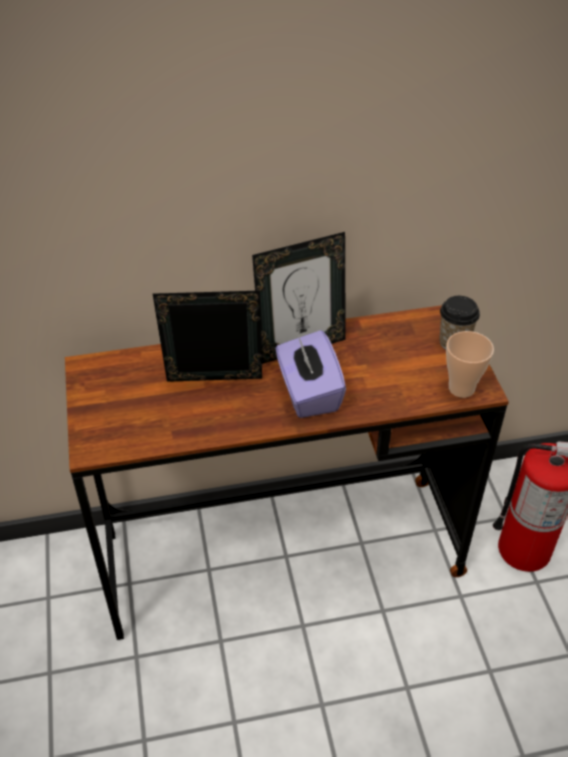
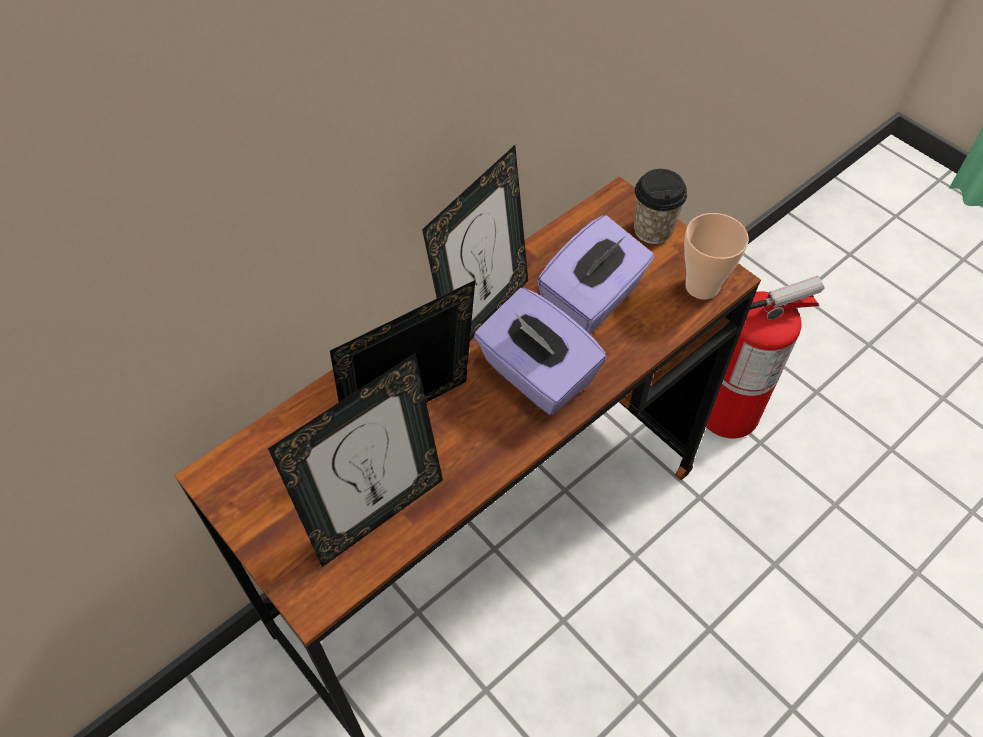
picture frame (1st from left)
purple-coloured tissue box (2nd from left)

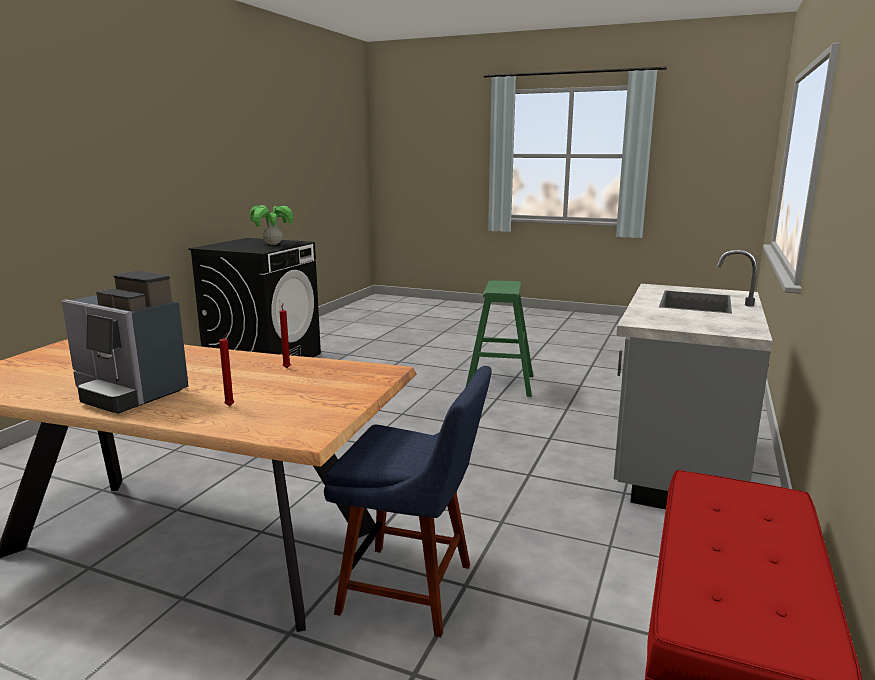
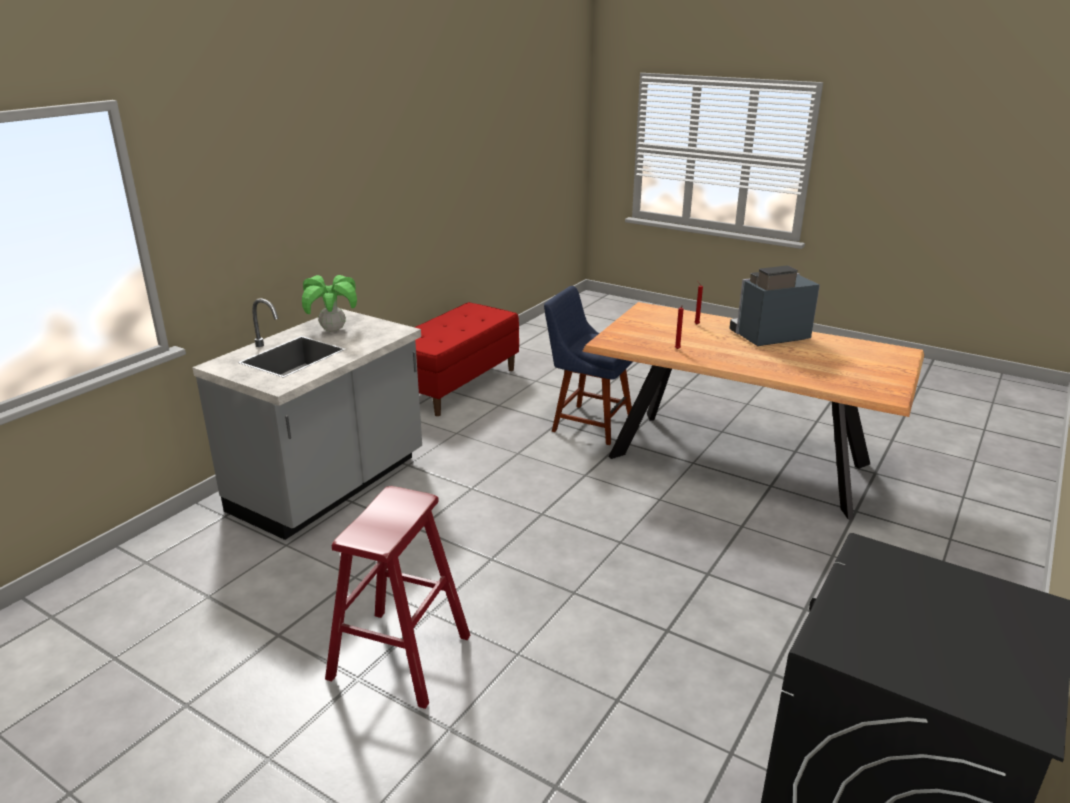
houseplant
reddish sitting stool
coffee maker

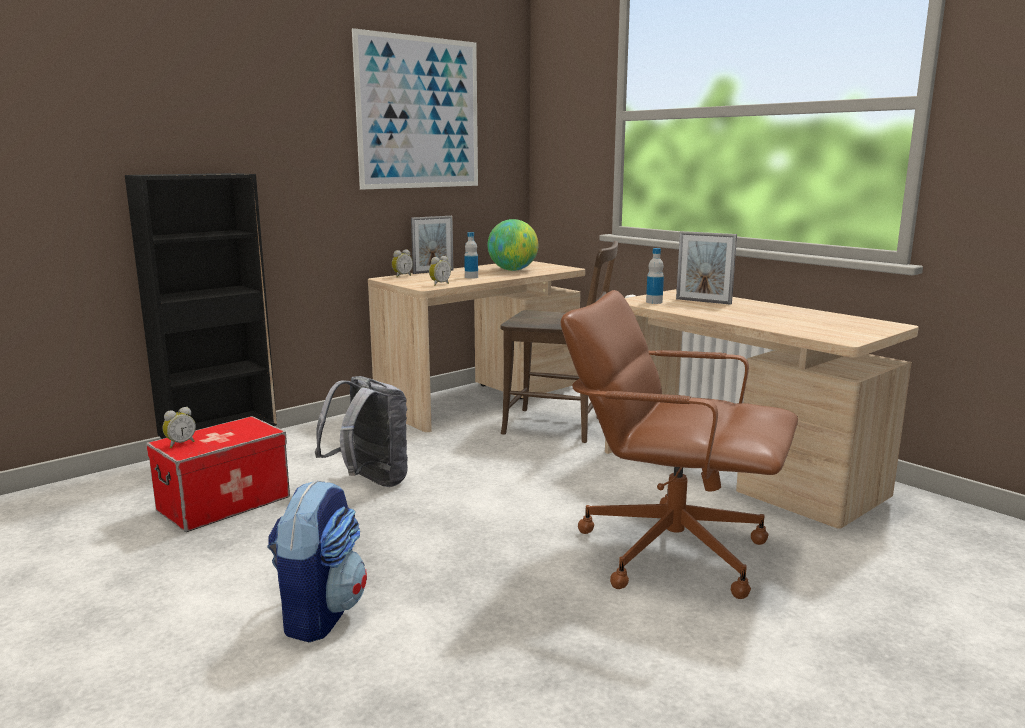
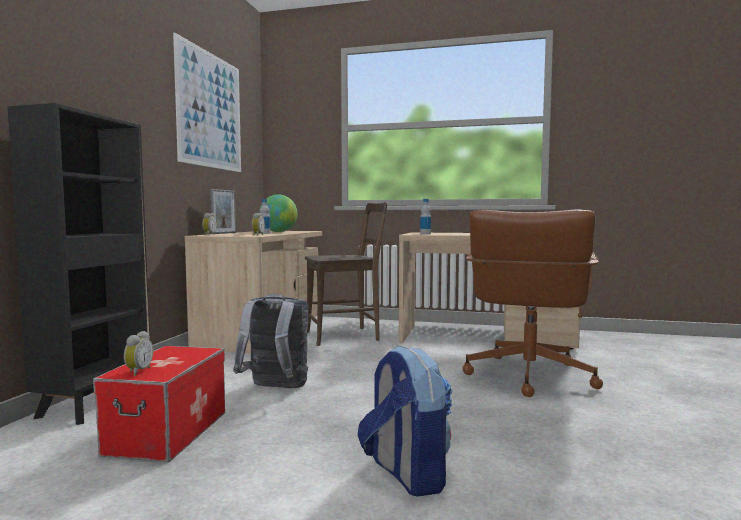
brownish desk chair
picture frame (2nd from left in the first image)

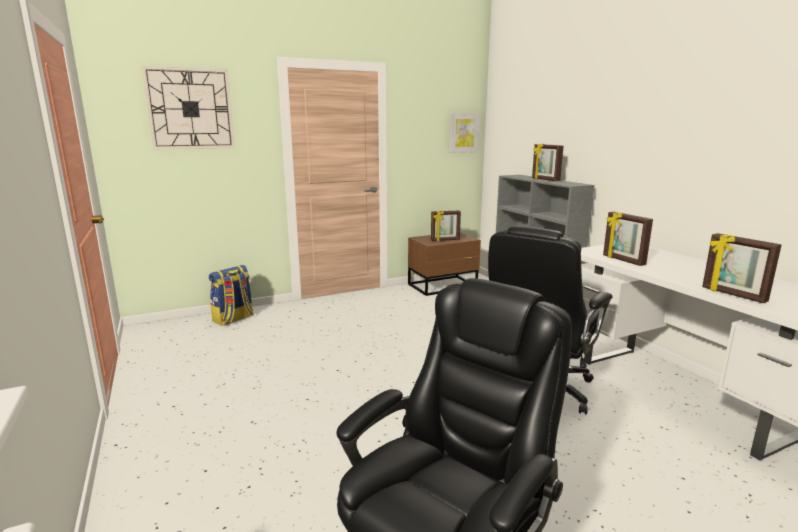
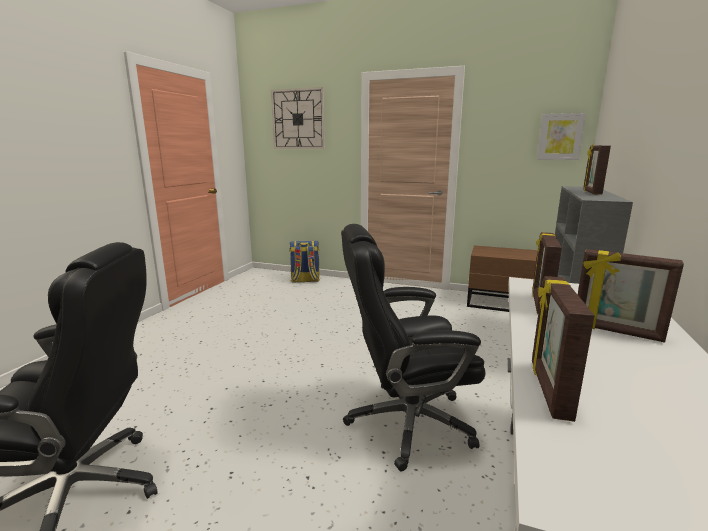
picture frame (4th from left)

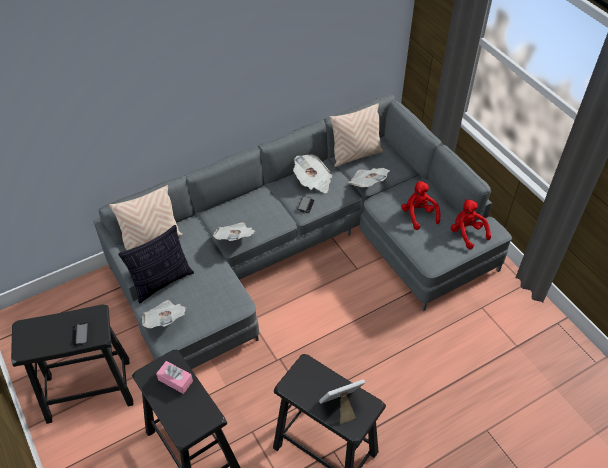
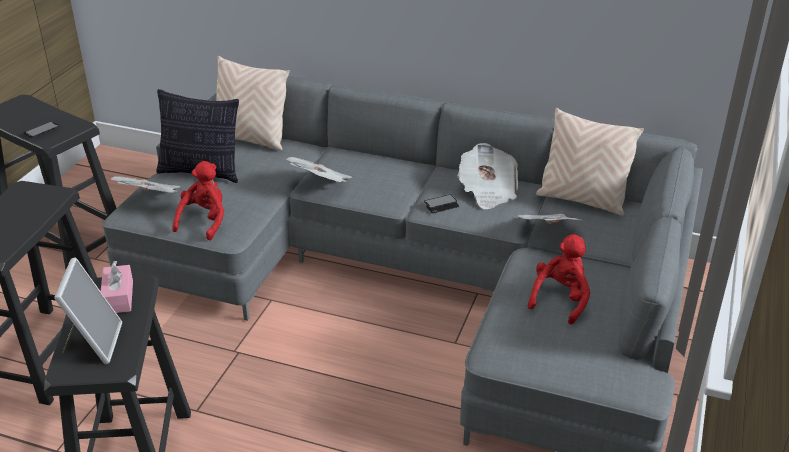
picture frame
pinkish tissue box
reddish soft toy (1st from left)

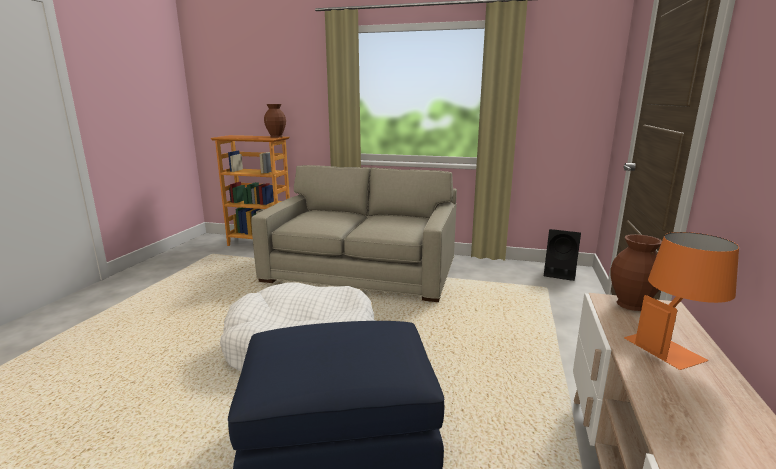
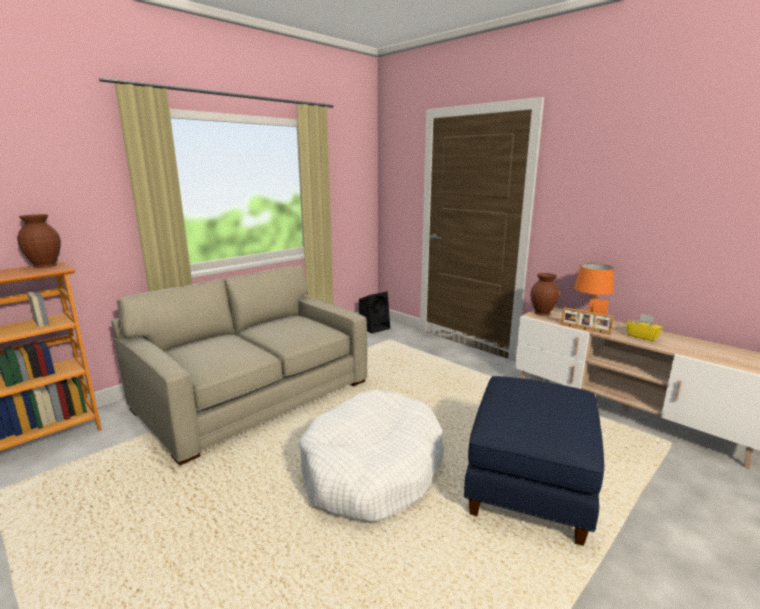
picture frame
yellow tissue box

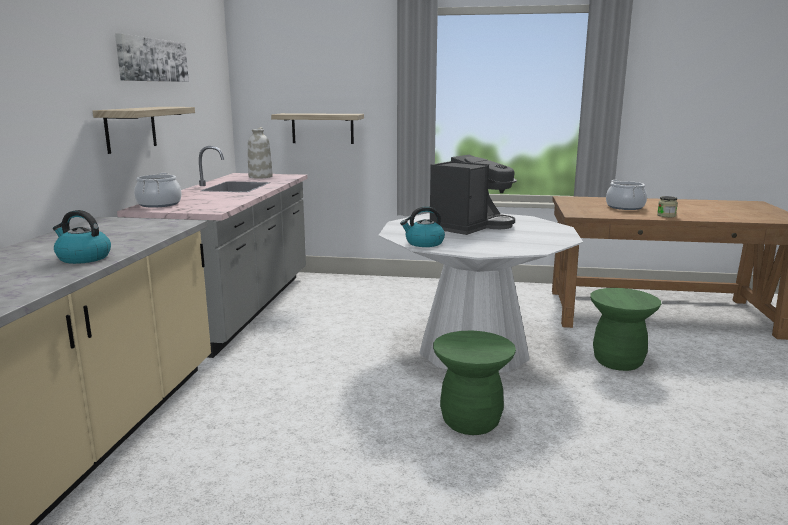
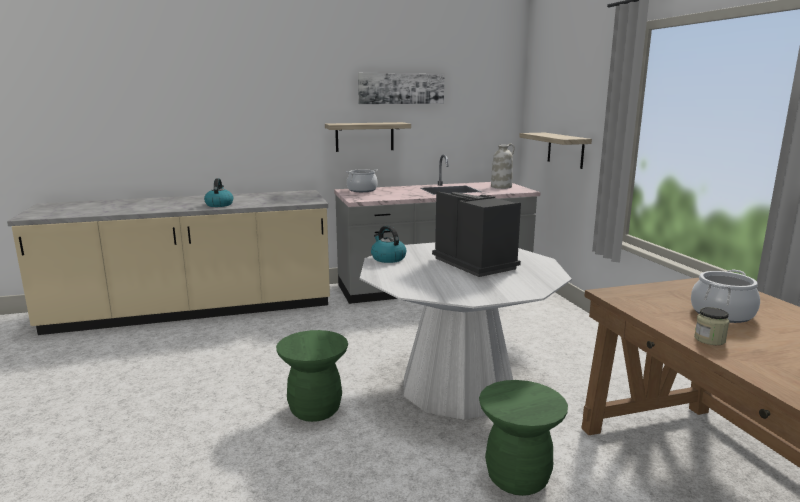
coffee maker

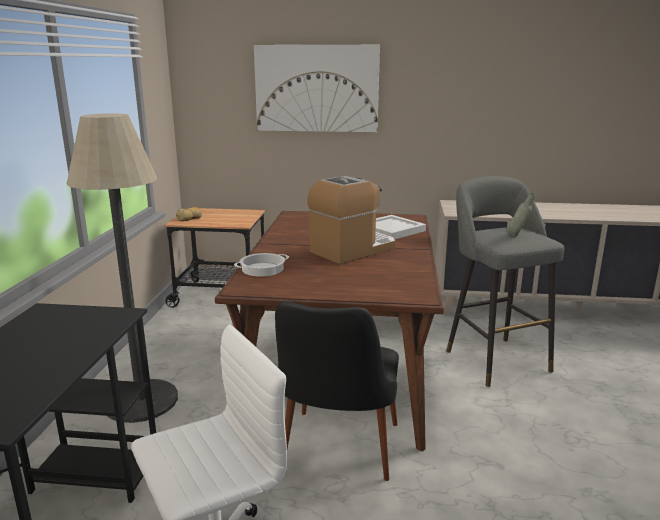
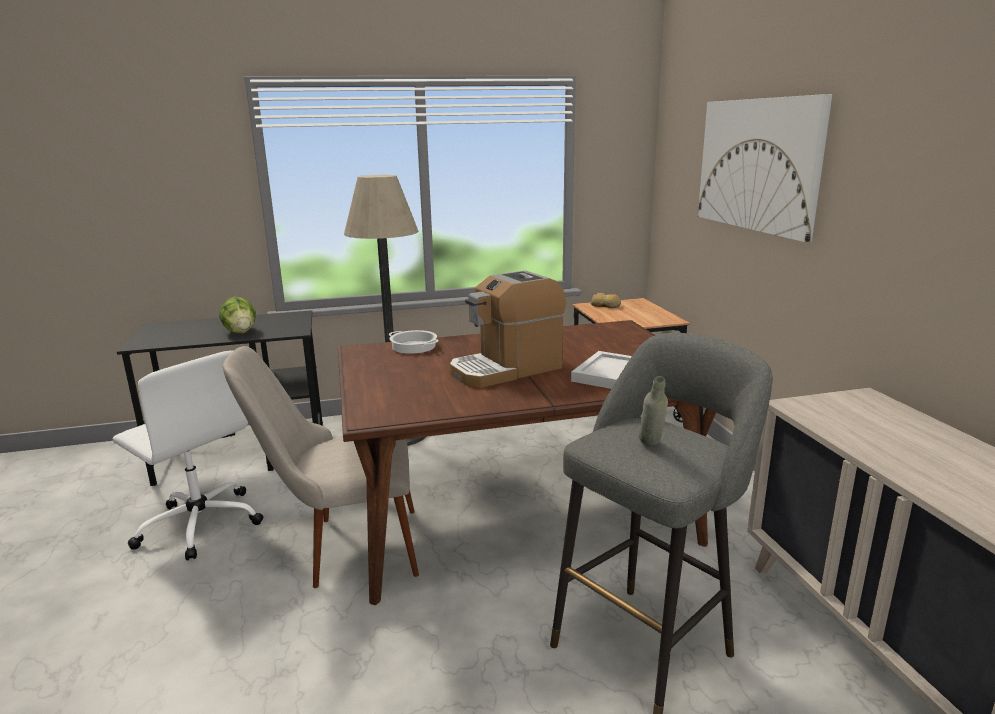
head of lettuce
sand-coloured chair
coffee maker

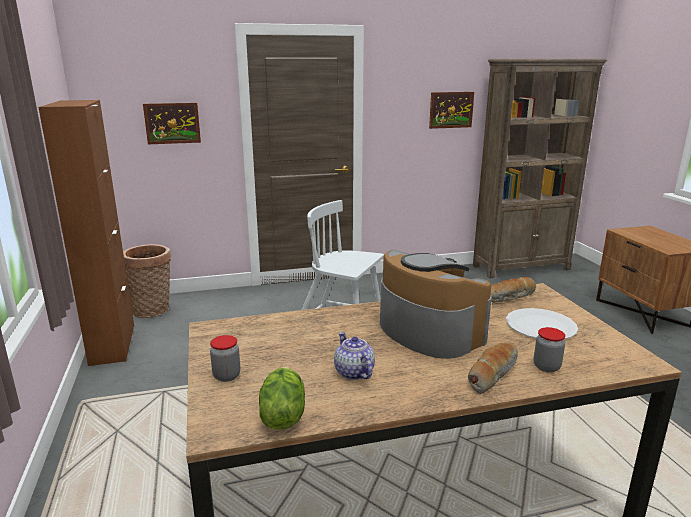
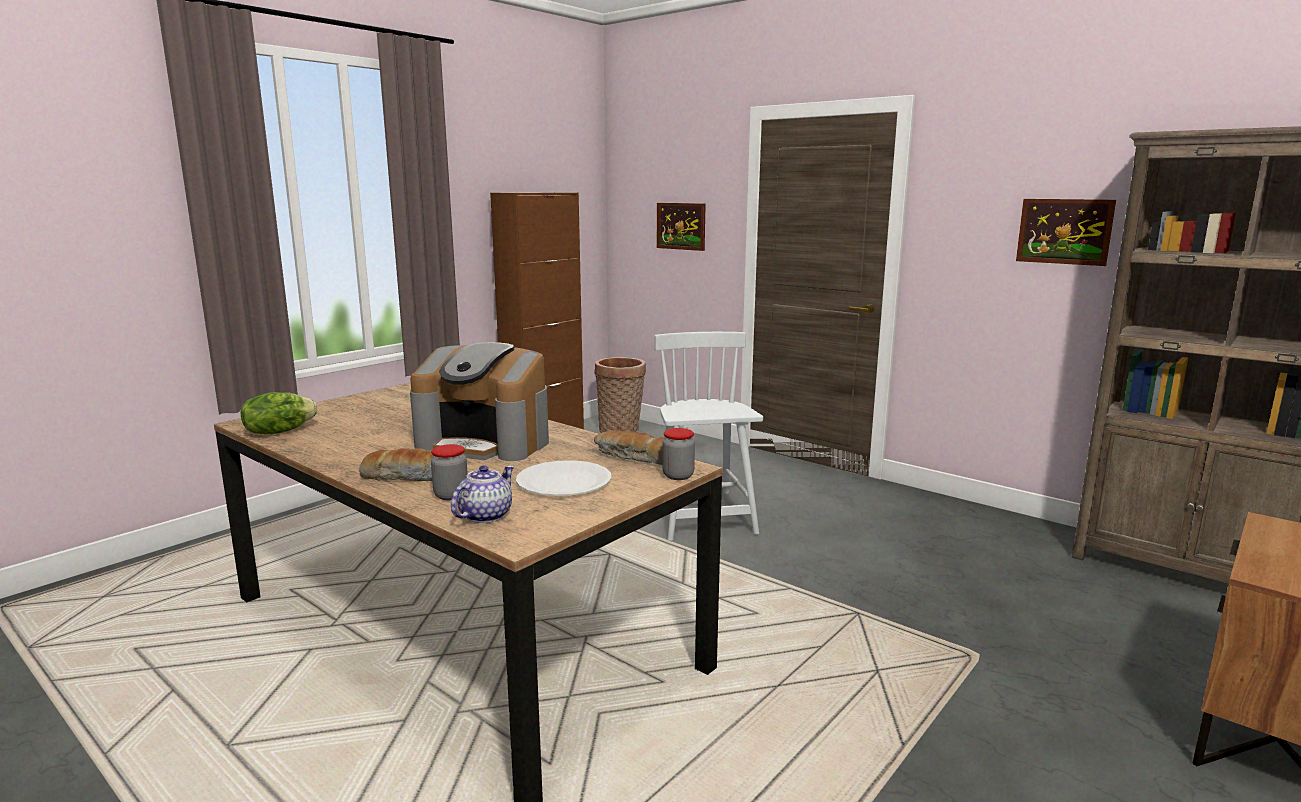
coffee maker
pot for tea
preserve jar (2nd from left)

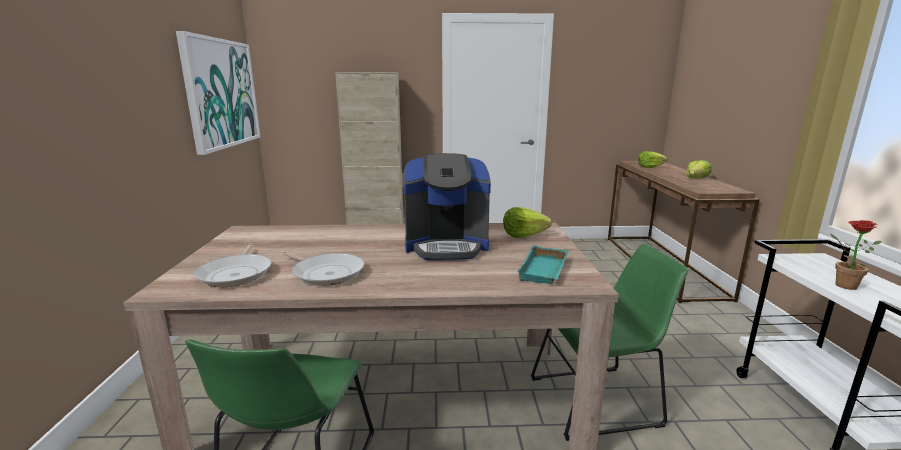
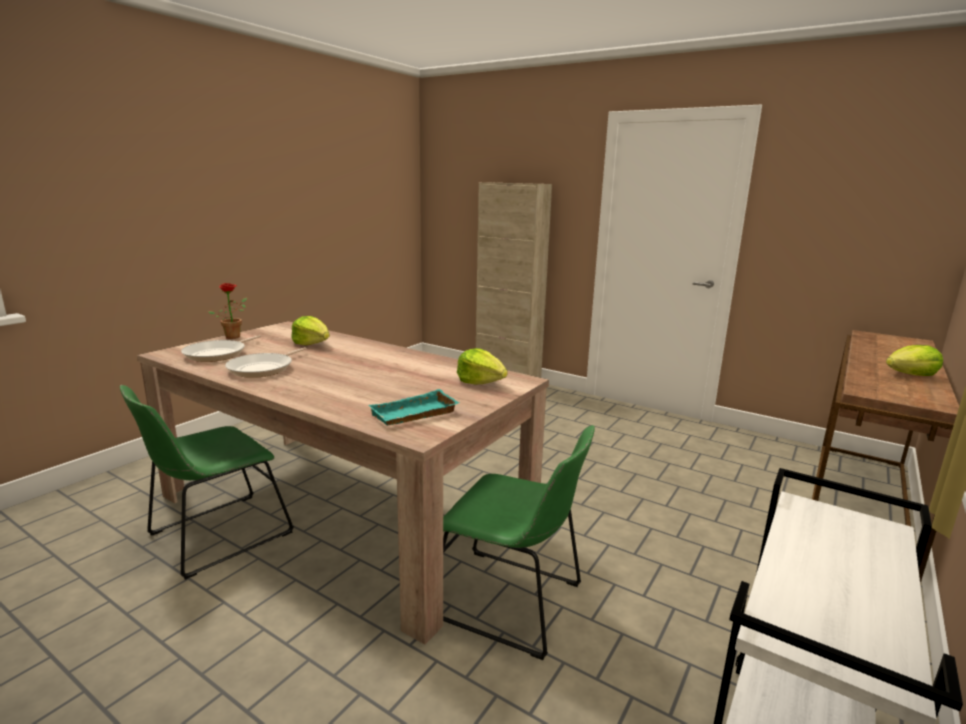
houseplant
frying pan (2nd from left)
head of lettuce (1st from left)
wall picture
coffee maker

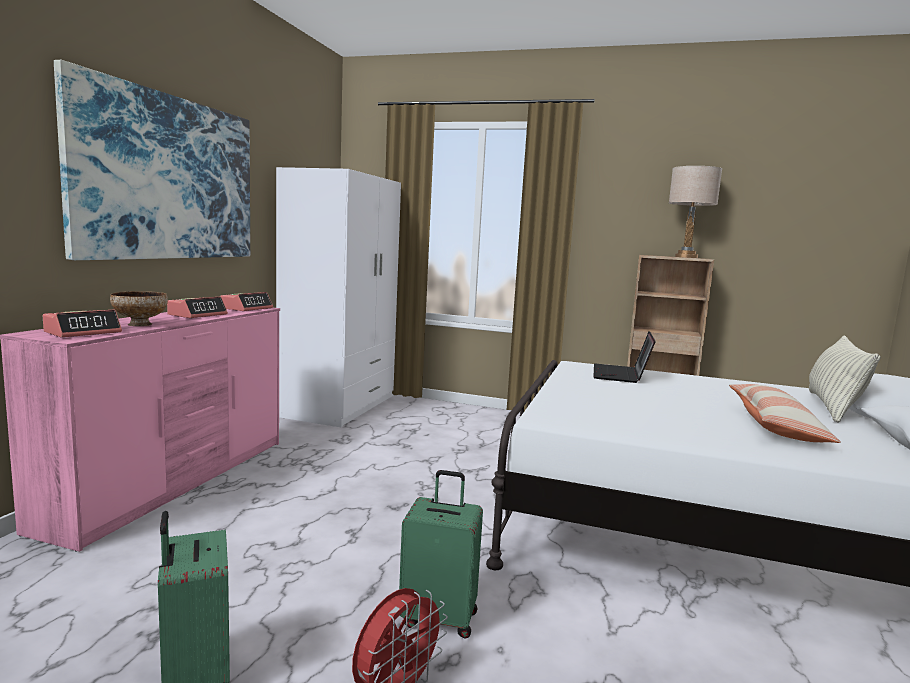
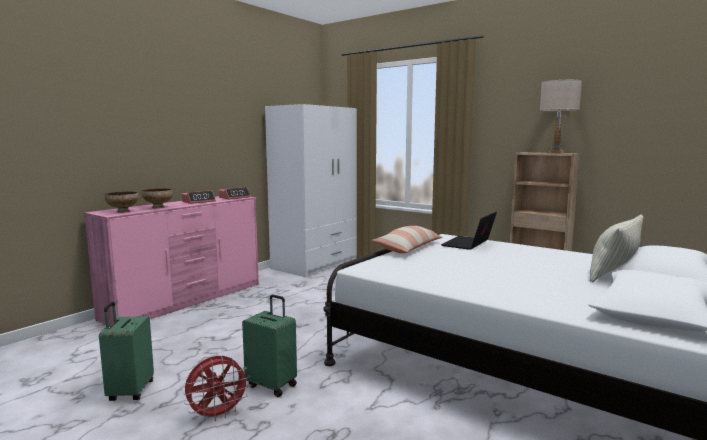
serving bowl (1st from left)
throw pillow (1st from left)
wall picture

